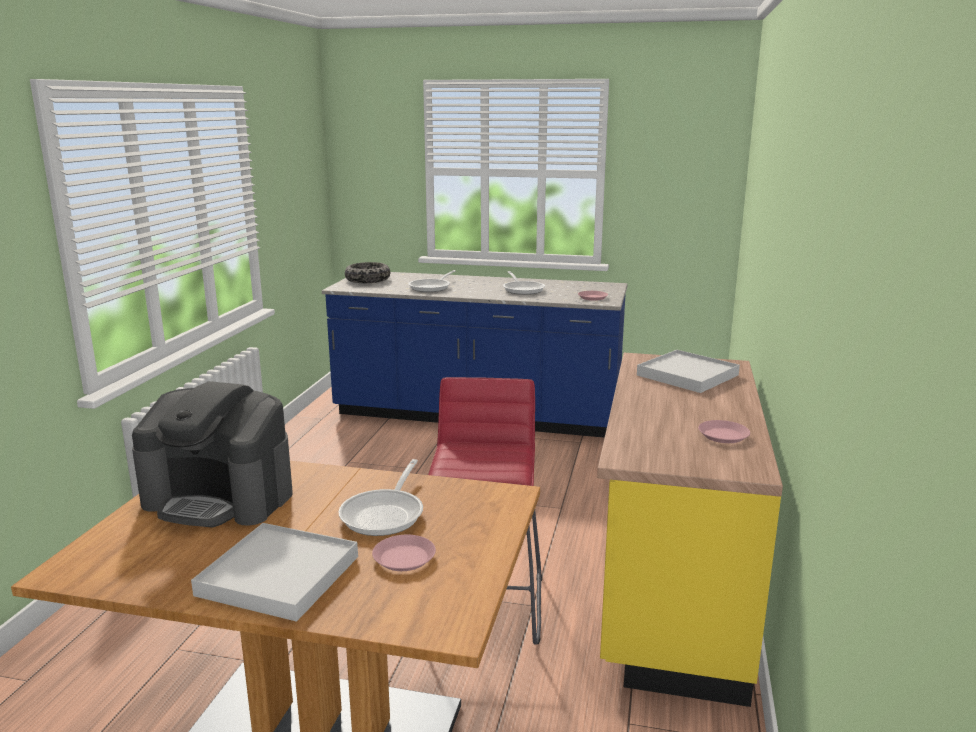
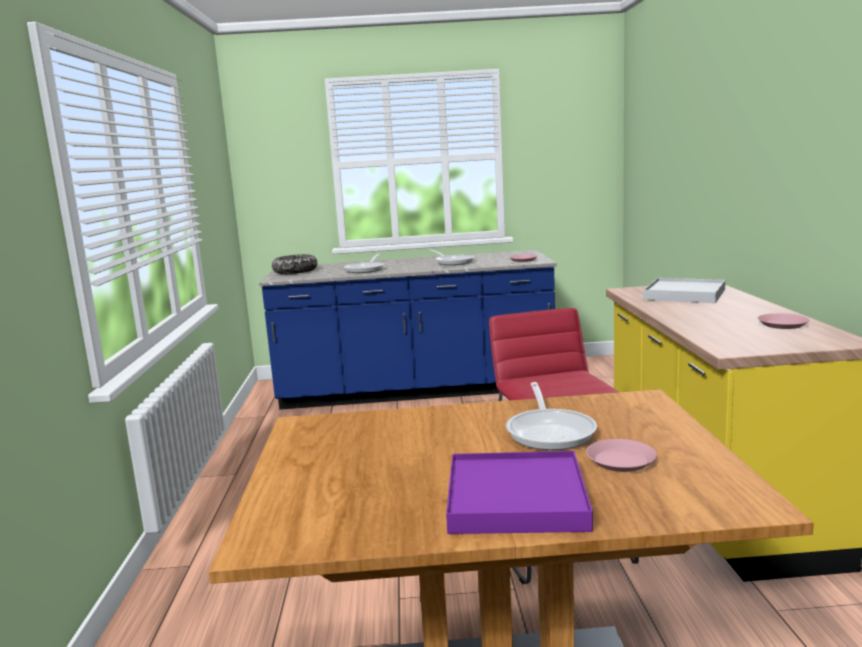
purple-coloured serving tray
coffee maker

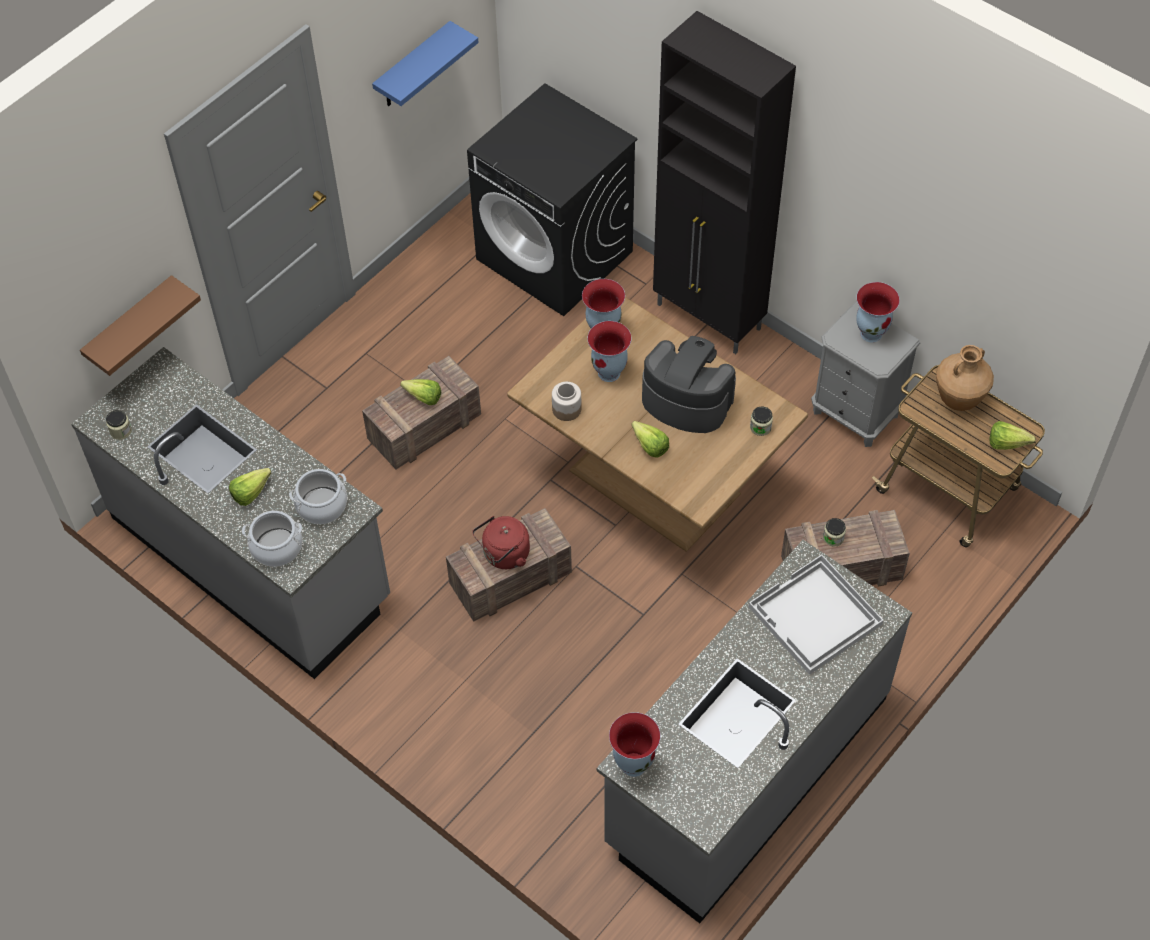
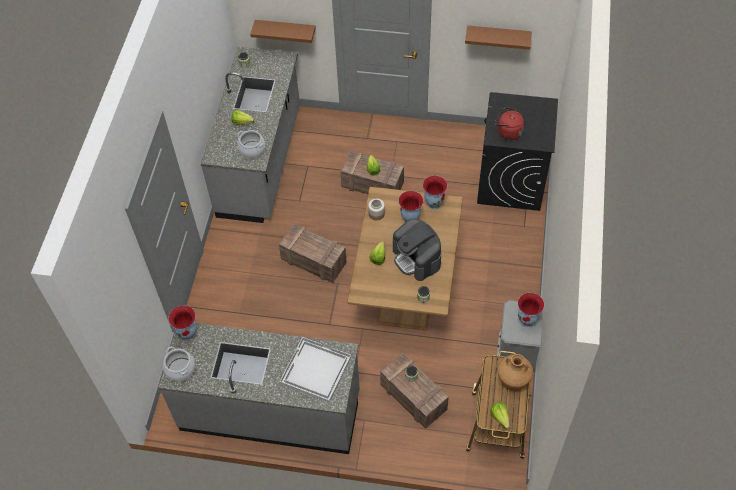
saucepot (1st from left)
coffee maker
brownish bracket shelf (2nd from left)
reddish water kettle
blackish cupboard

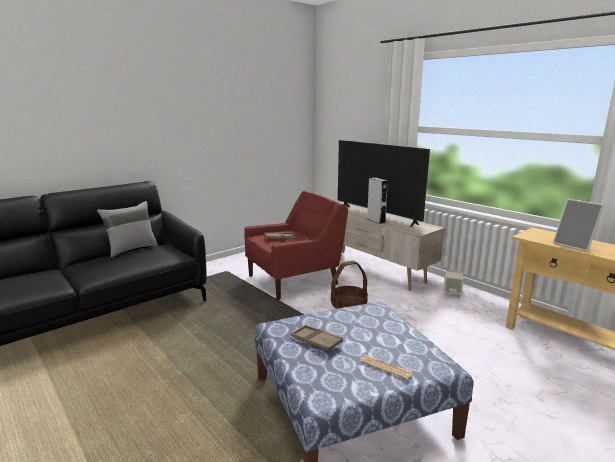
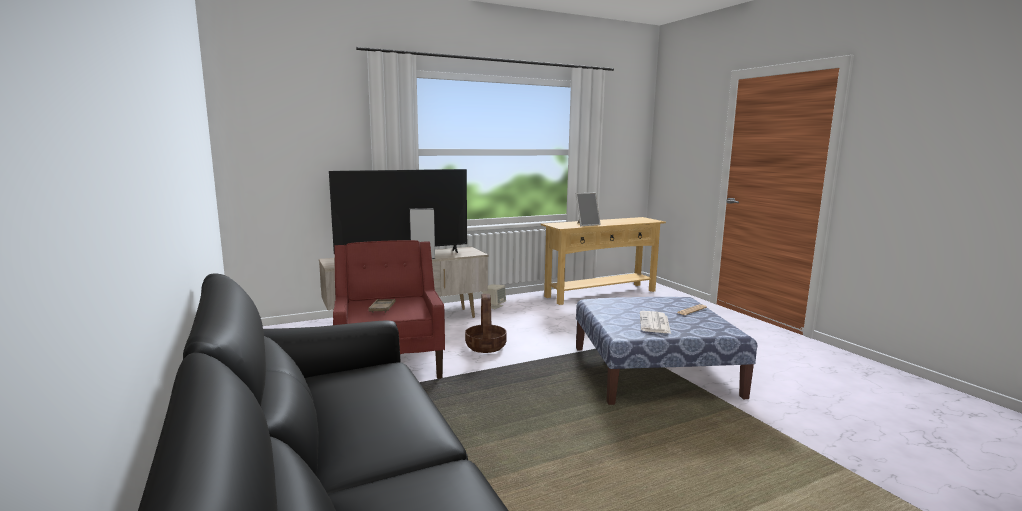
daily paper (1st from left)
grey throw pillow

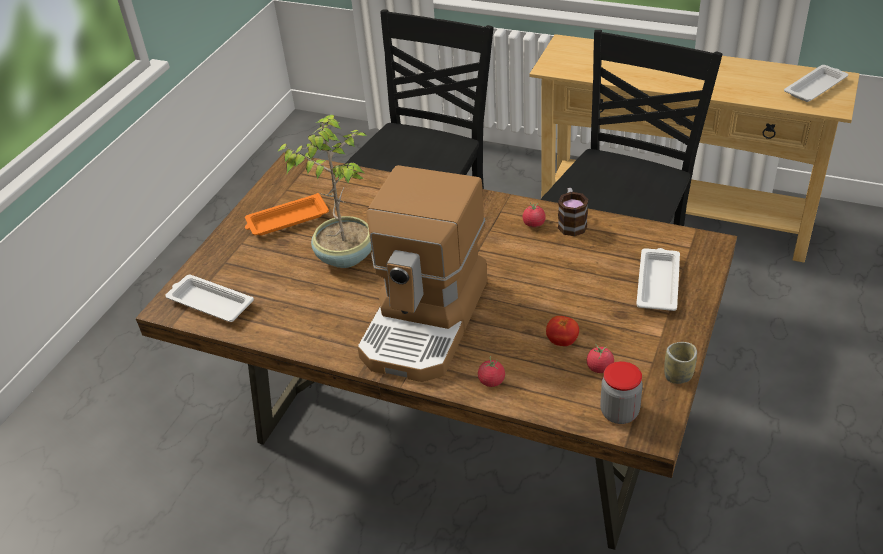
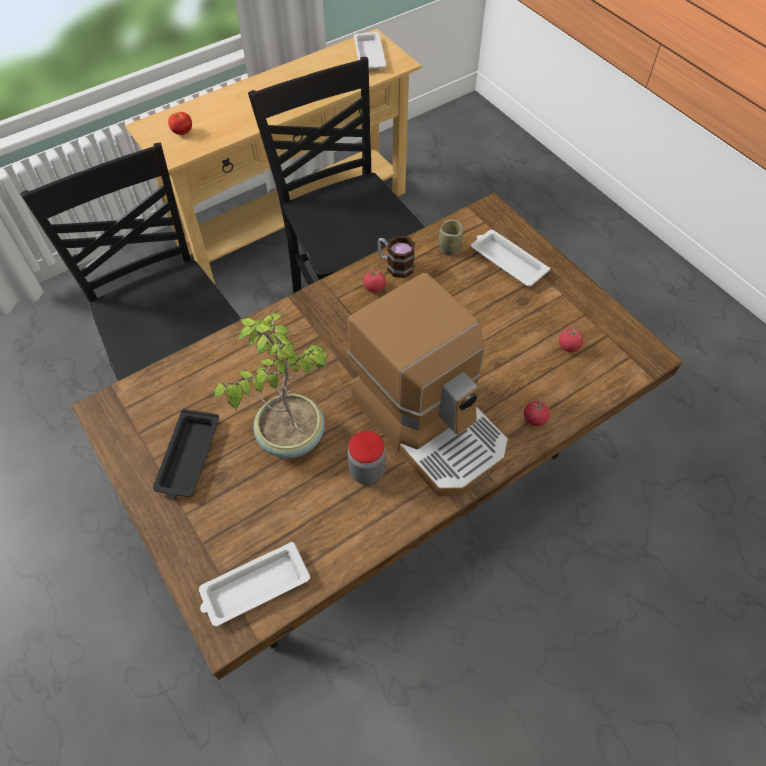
blackish serving tray
fresh tomato (1st from left)
preserve jar
drinking cup

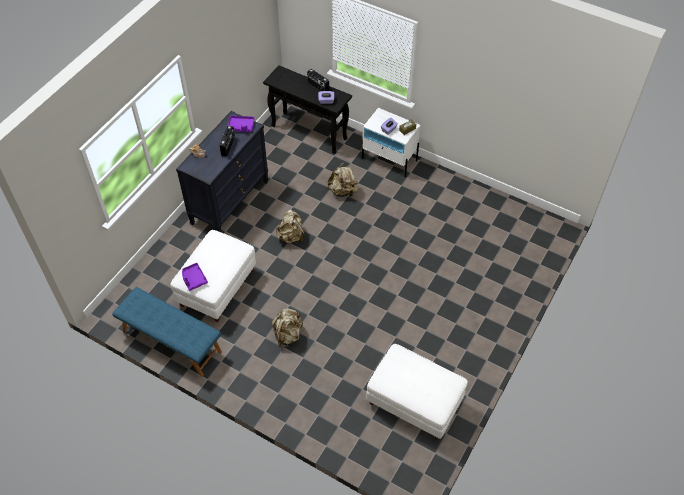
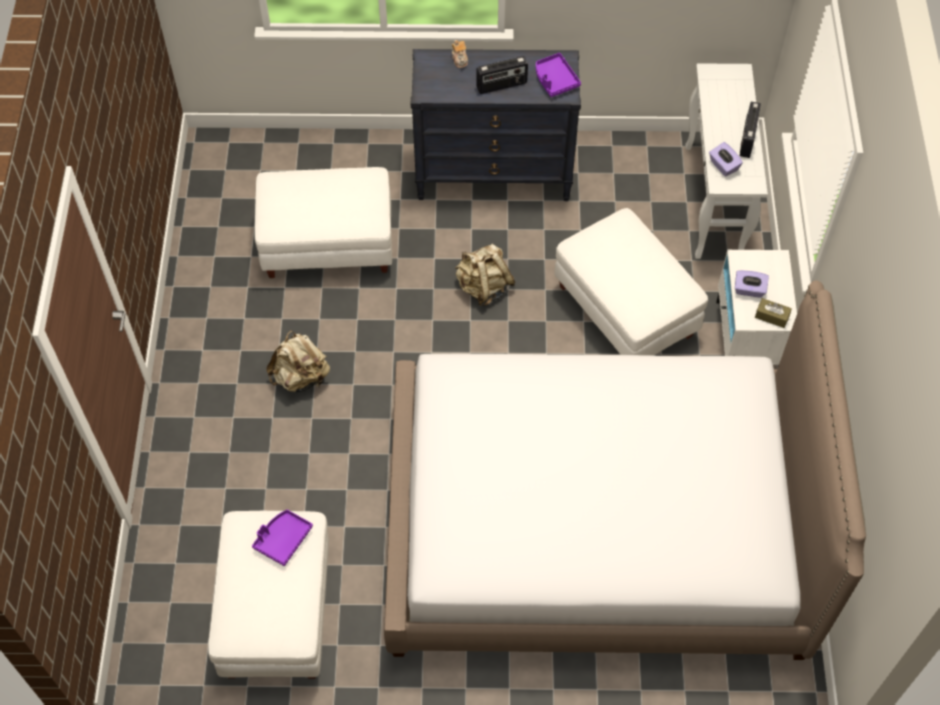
purple-coloured serving tray (1st from left)
bed
whitish ottoman (3rd from left)
whitish hall table
blue-coloured long seat

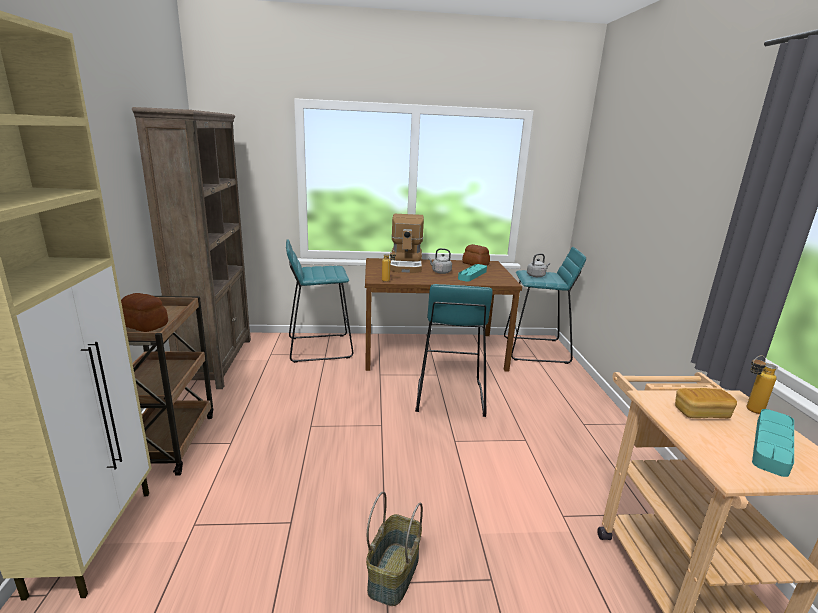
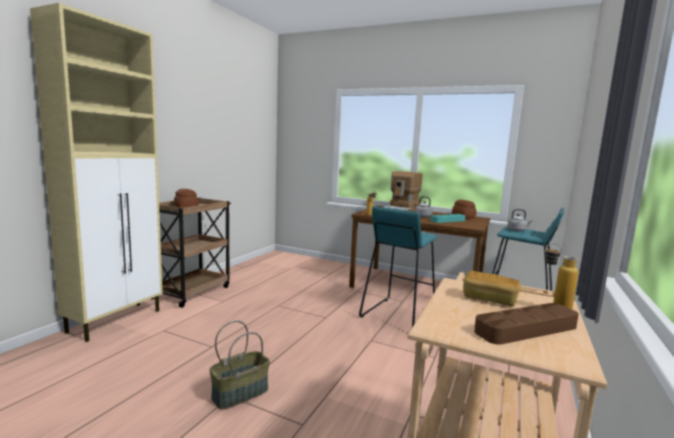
brownish serving tray
brownish shelving unit
turquoise sitting stool (1st from left in the first image)

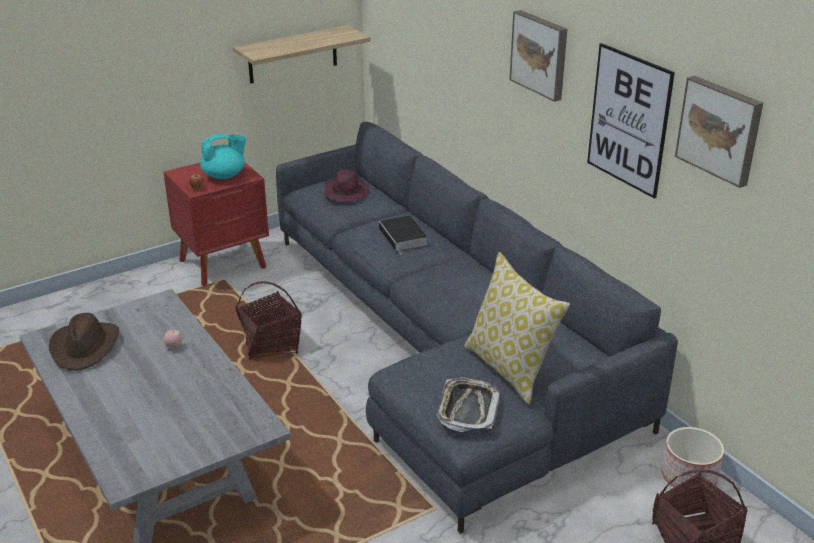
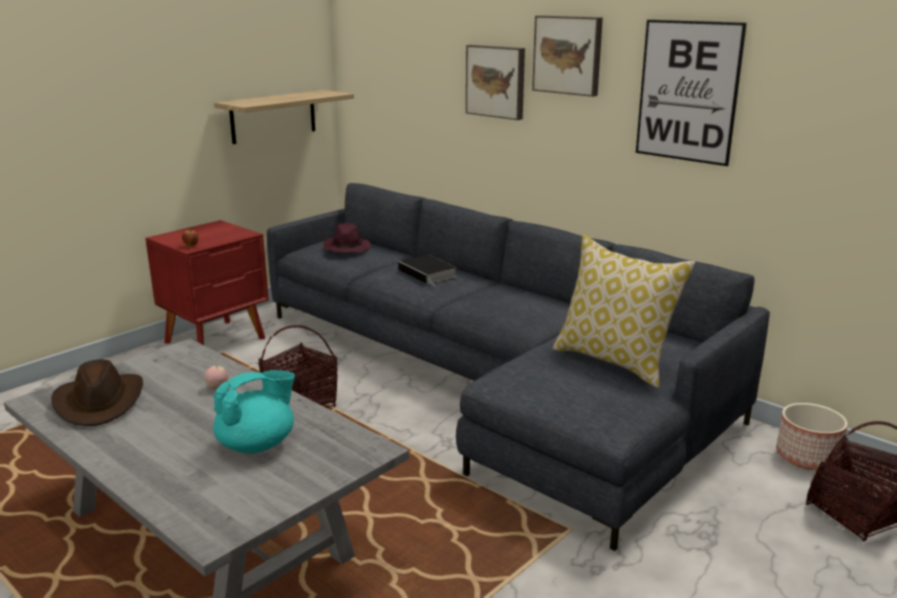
turquoise pot for tea
wall picture (1st from left)
serving tray

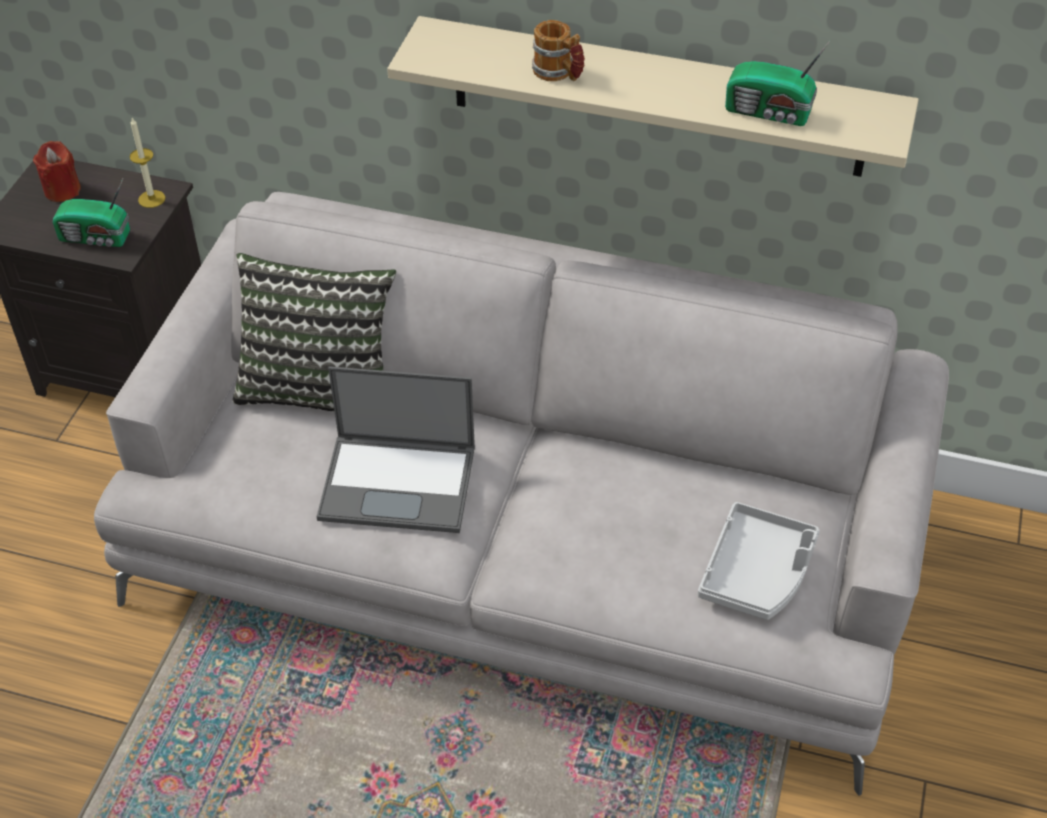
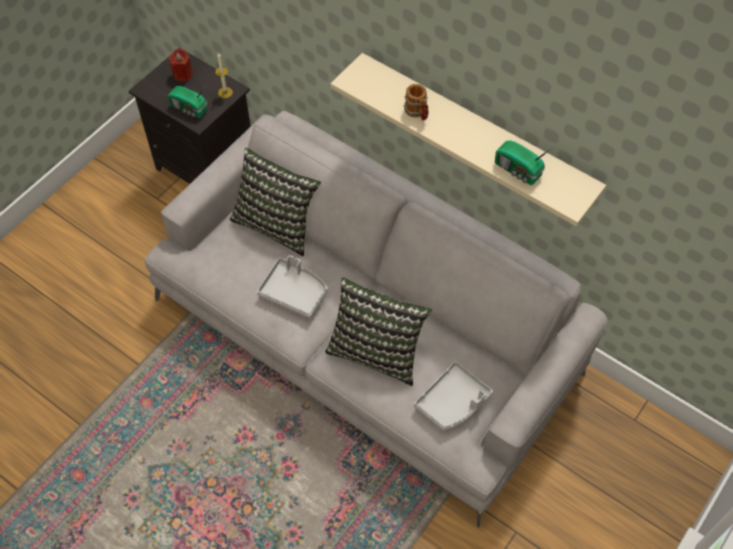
grey serving tray (1st from left)
throw pillow (2nd from left)

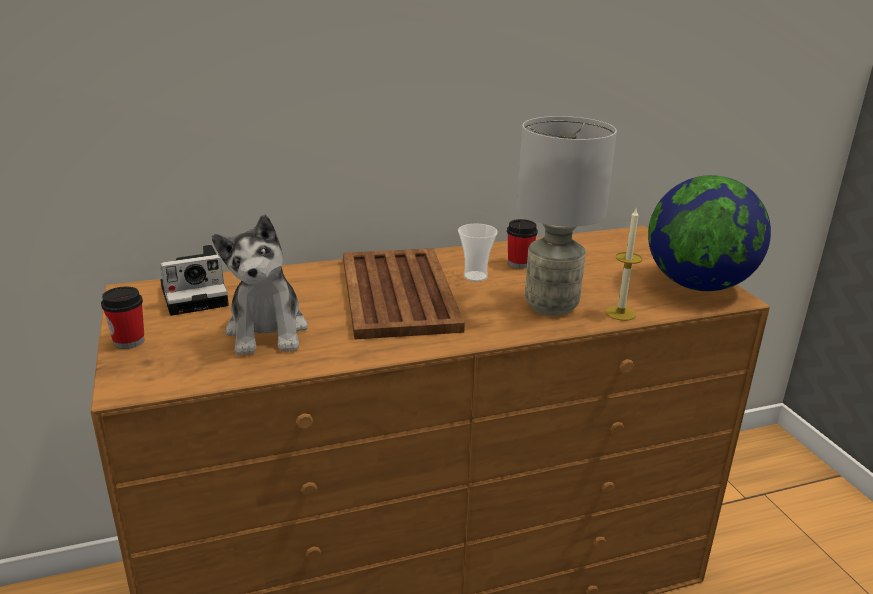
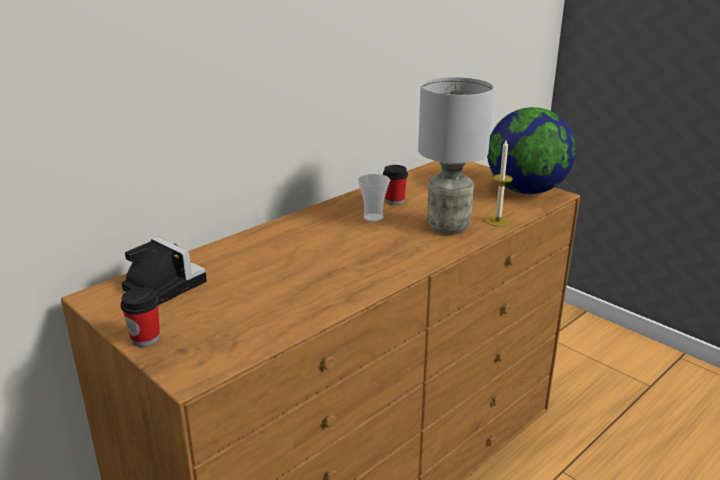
still camera
soft toy
brownish serving tray

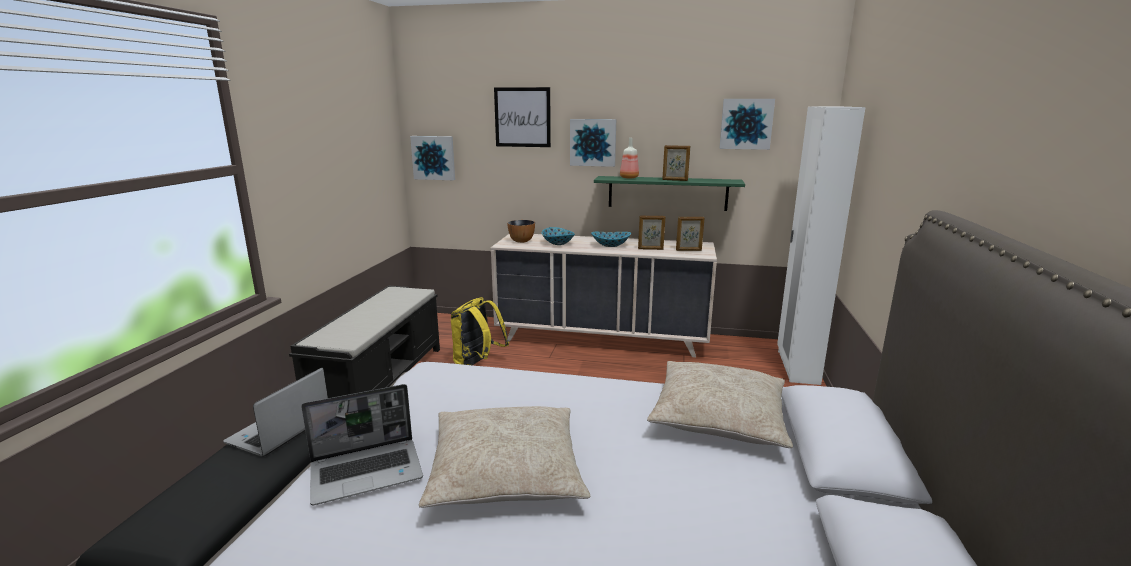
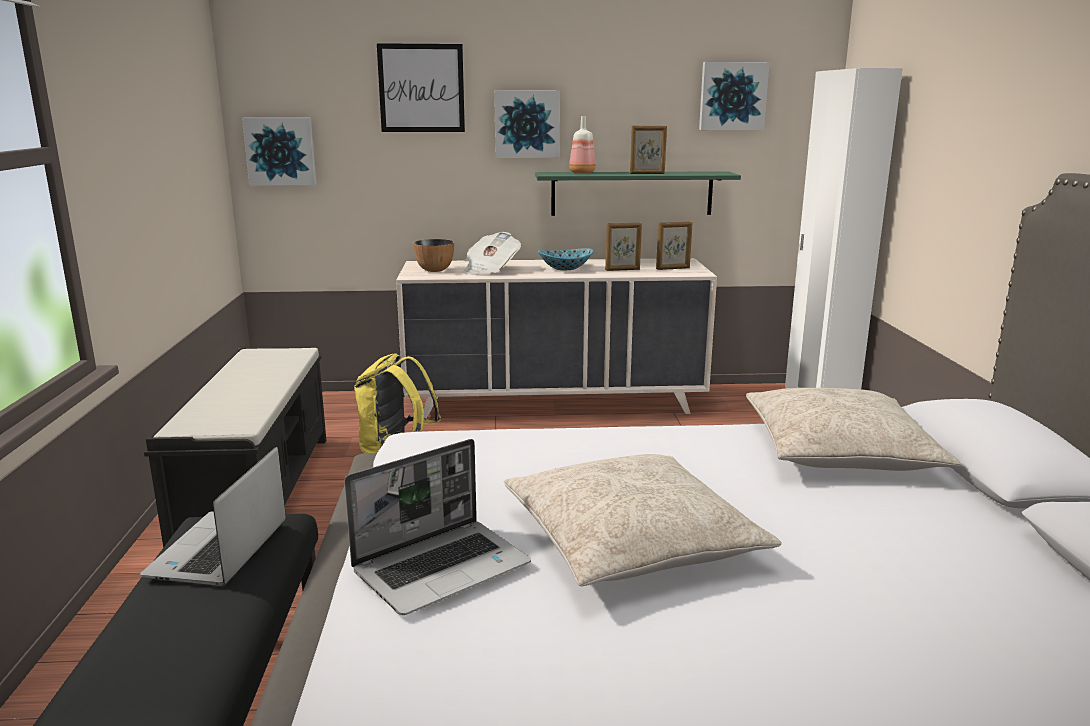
daily paper

